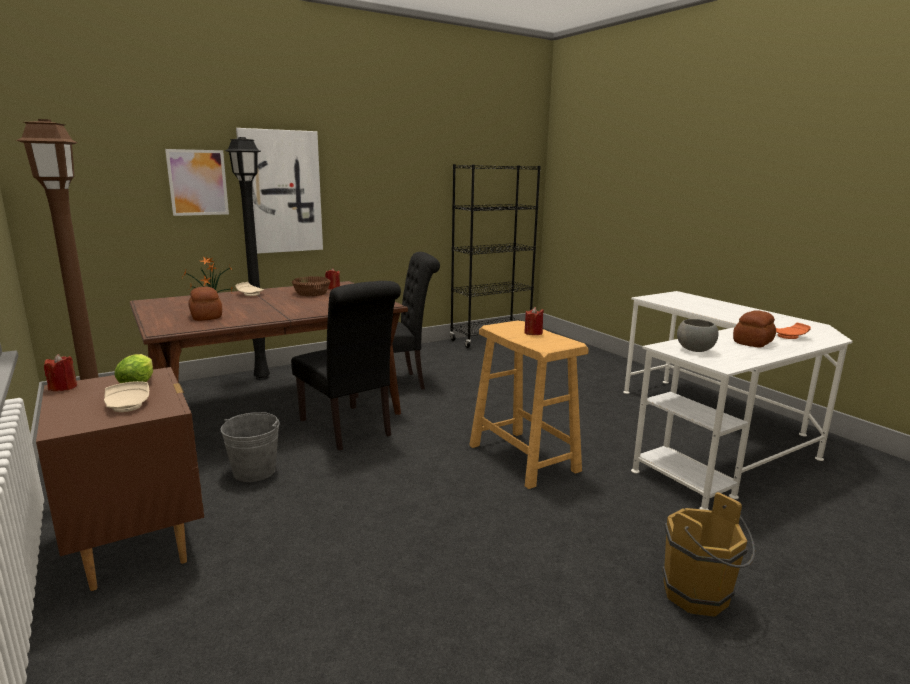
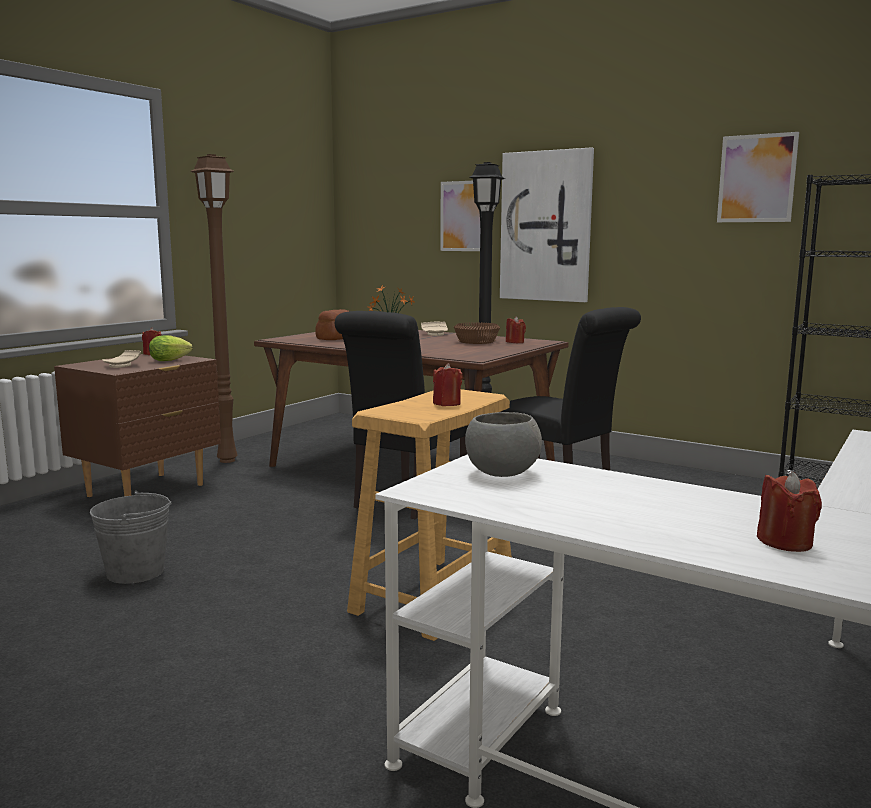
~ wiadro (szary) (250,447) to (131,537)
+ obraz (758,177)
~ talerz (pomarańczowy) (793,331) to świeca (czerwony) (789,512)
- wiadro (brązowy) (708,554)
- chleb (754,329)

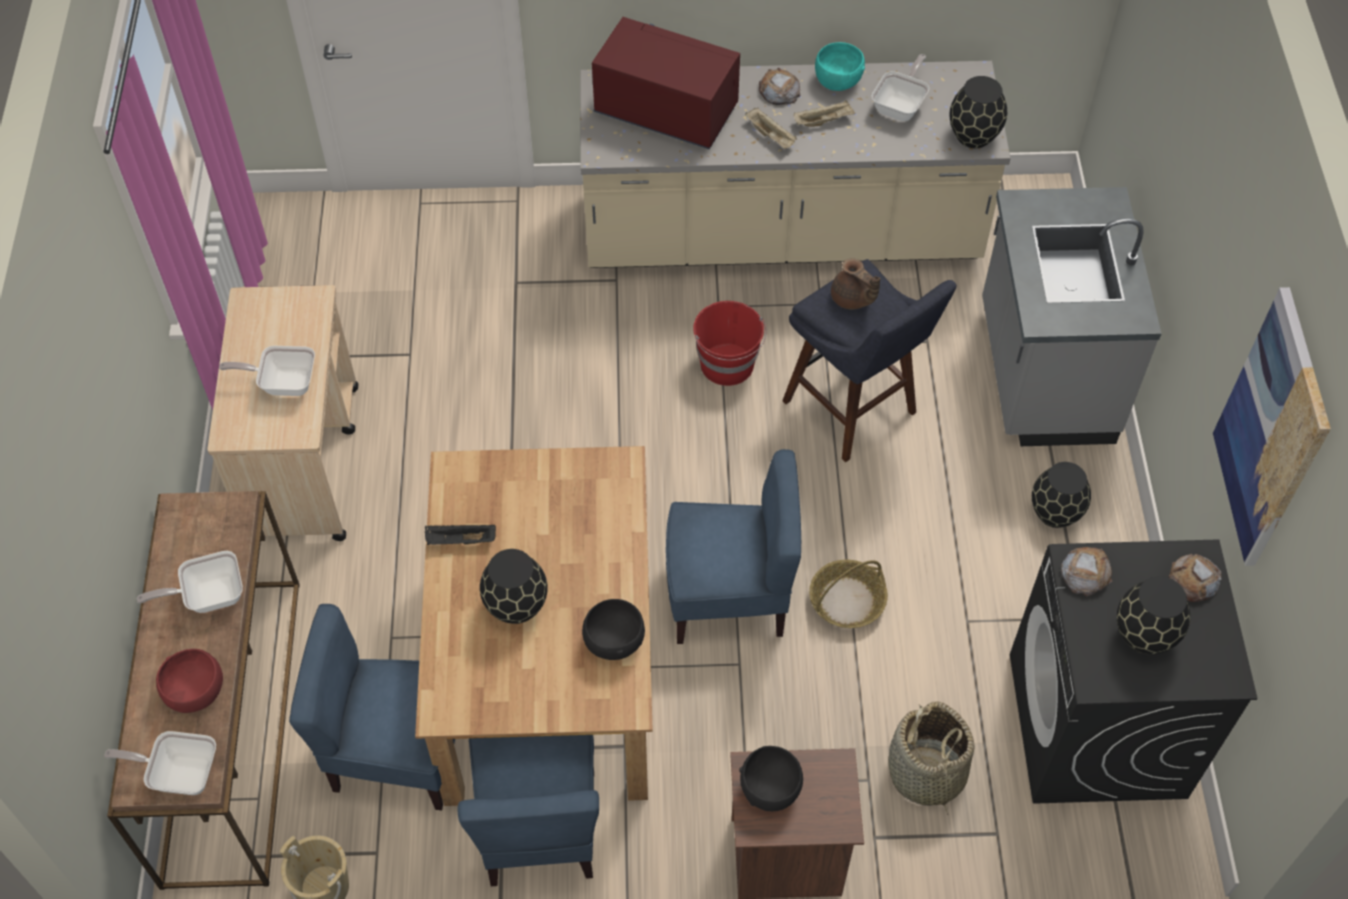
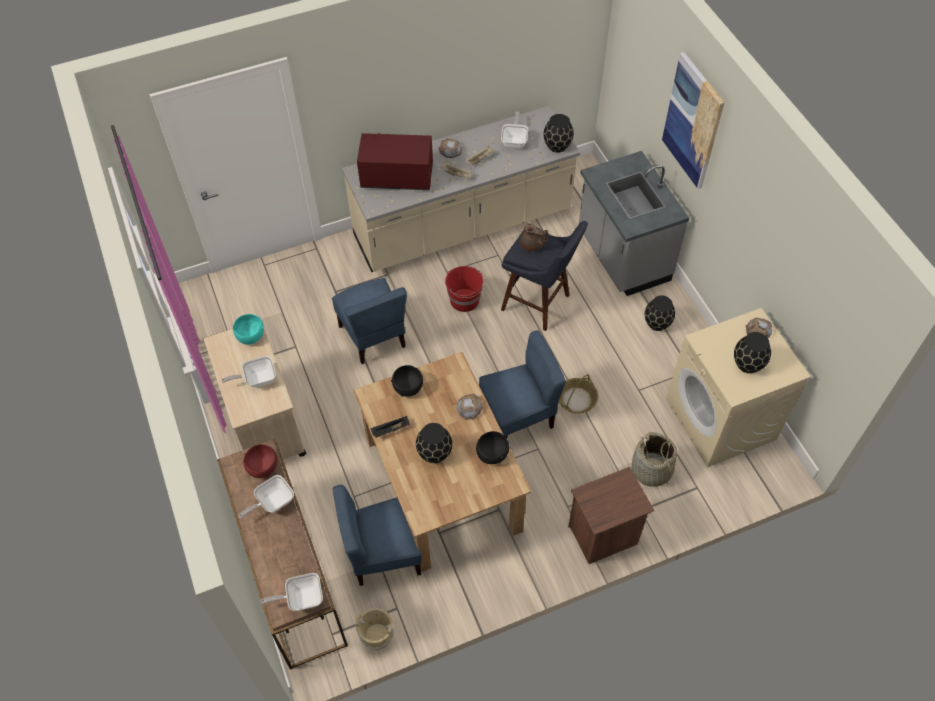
~ miska (turkusowy) (840,66) to (248,329)
~ miska (czerwony) (189,681) to (260,461)
~ krzesło (niebieski) (528,810) to (369,321)
~ miska (czarny) (771,778) to (407,381)
~ chleb (1086,571) to (470,406)
~ obraz (1272,426) to (693,120)
~ pralka (czarny) (1134,671) to pralka (beżowy) (738,387)

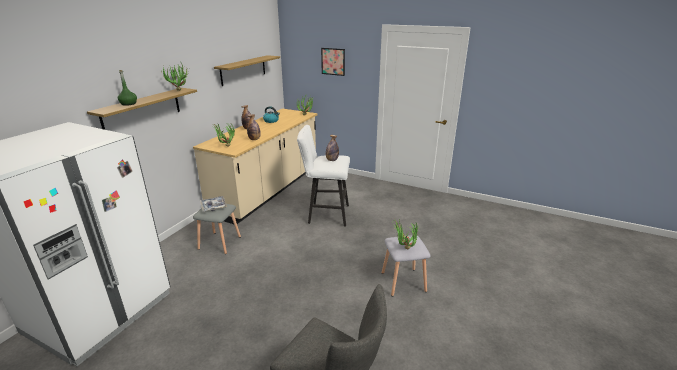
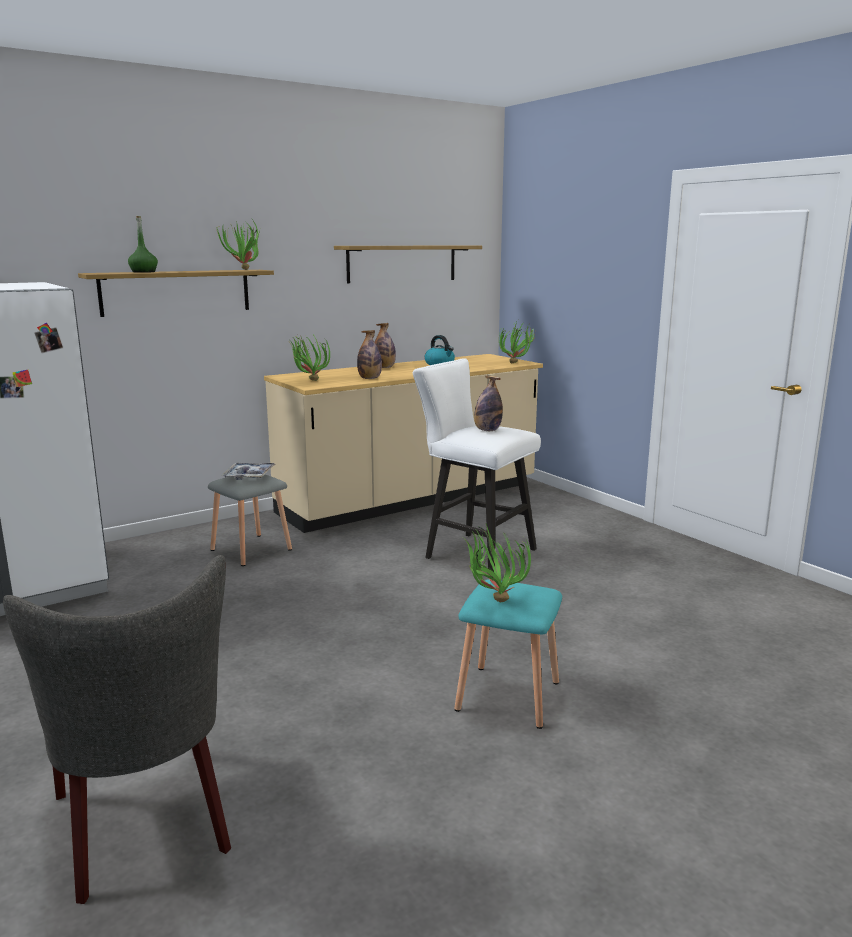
~ stołek (szary) (406,266) to stołek (turkusowy) (508,654)
- obraz (333,62)

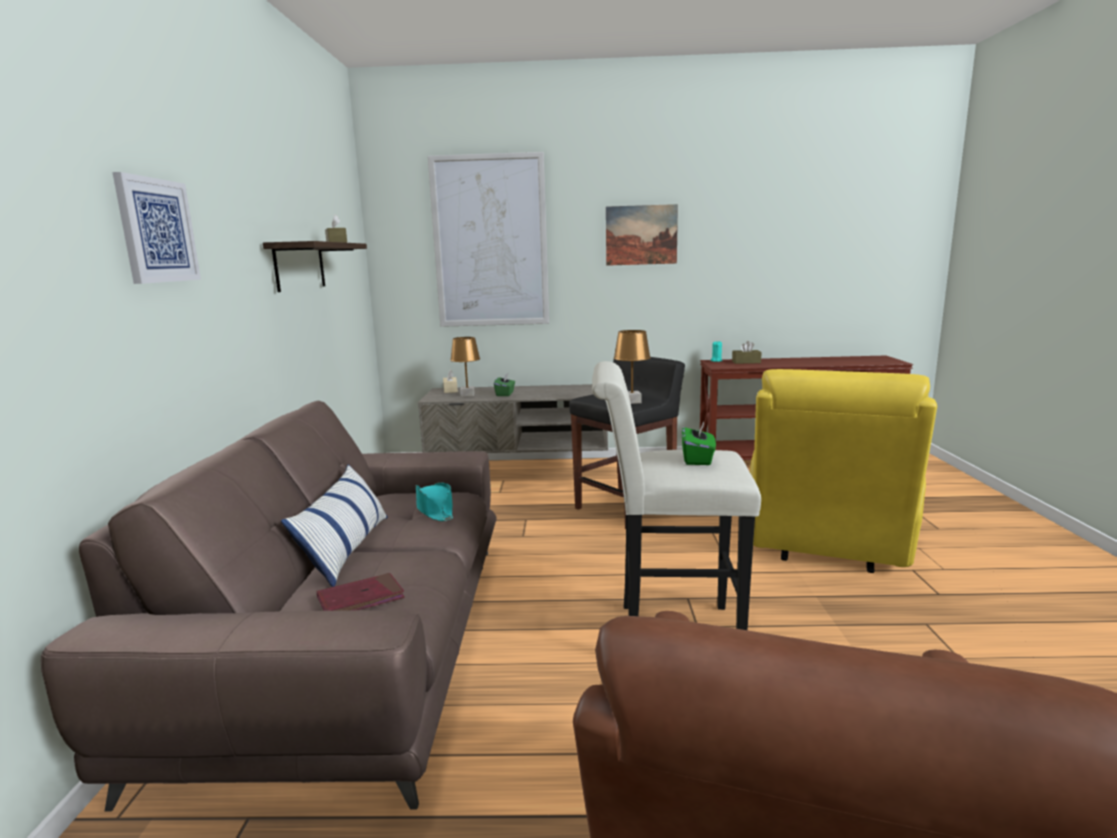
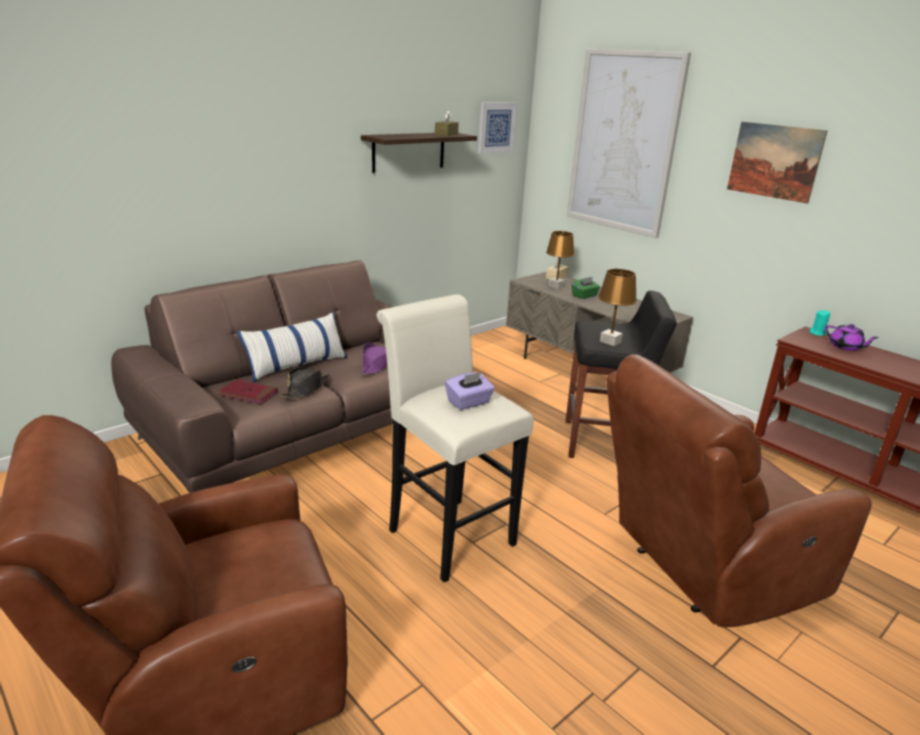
+ kapelusz (czarny) (304,383)
~ kapelusz (turkusowy) (434,501) to kapelusz (fioletowy) (373,359)
~ pudełko chusteczek (zielony) (699,443) to pudełko chusteczek (fioletowy) (470,391)
~ obraz (156,228) to (497,127)
~ fotel (żółty) (843,471) to fotel (brązowy) (739,490)
~ pudełko chusteczek (brązowy) (747,352) to imbryk (fioletowy) (852,337)

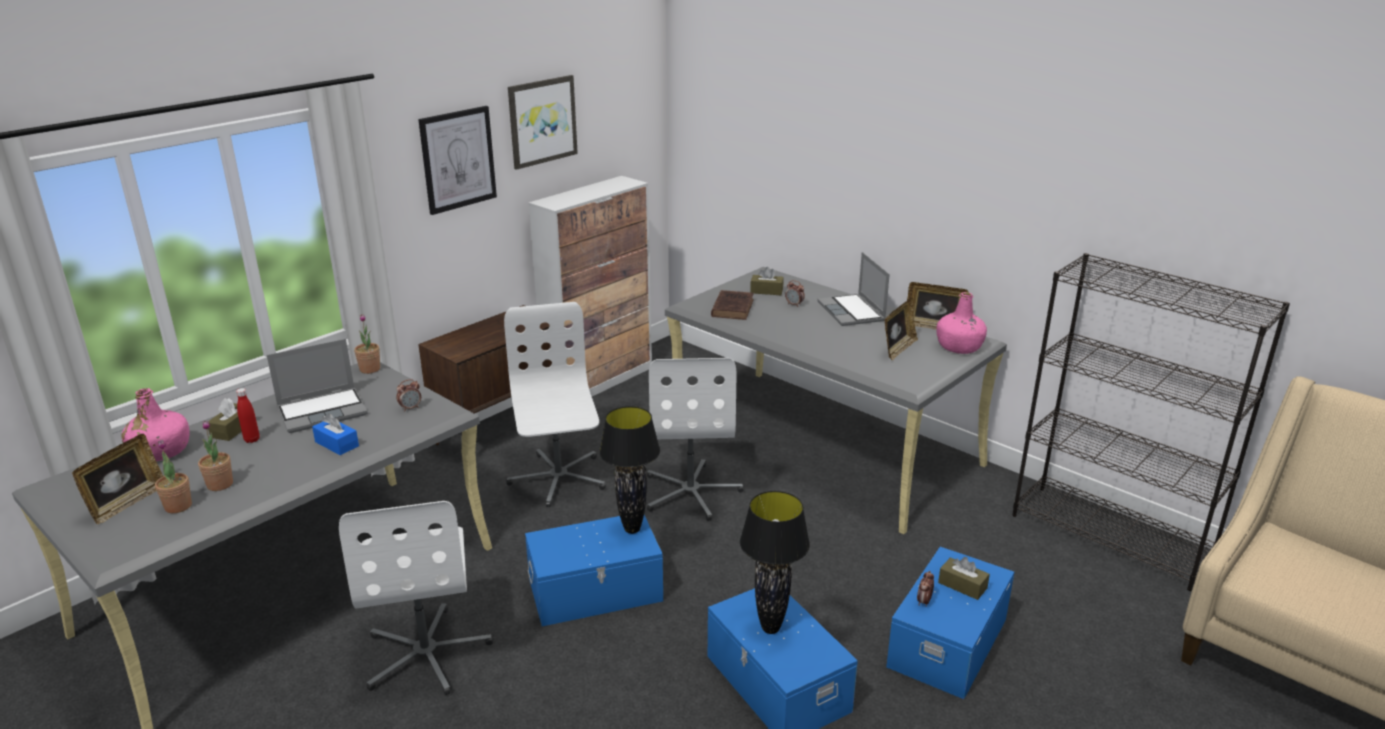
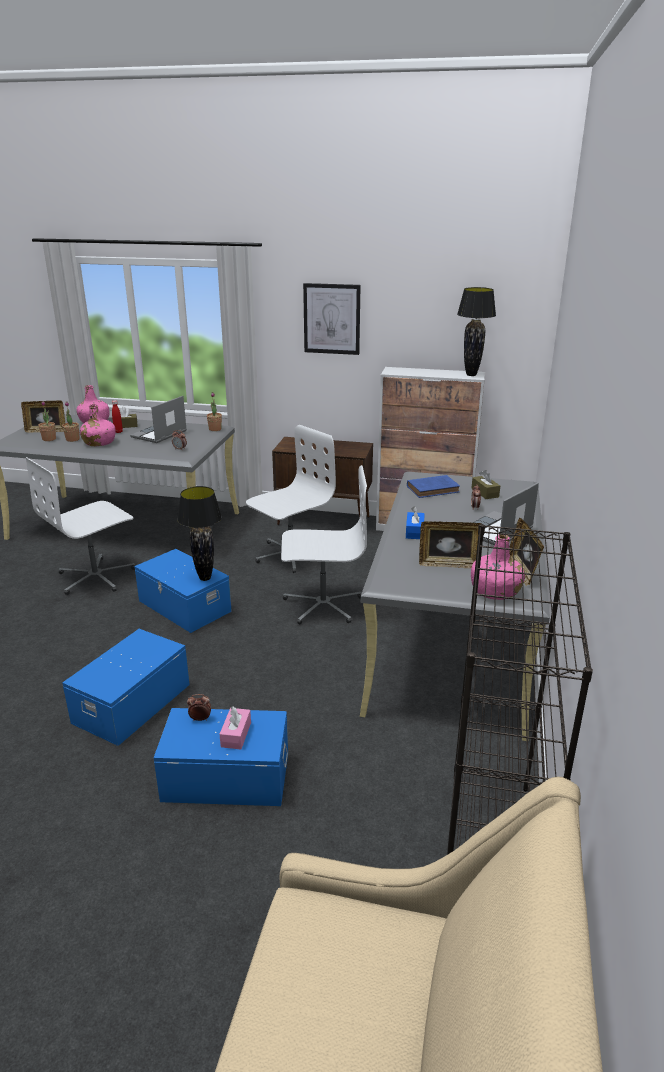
+ butelka (różowy) (98,425)
~ laptop (317,386) = (158,419) 90 degrees clockwise
~ pudełko chusteczek (brązowy) (964,578) to pudełko chusteczek (różowy) (235,728)
~ krzesło biurowe (biały) (695,439) = (324,544) 150 degrees counterclockwise
~ pudełko chusteczek (niebieski) (335,434) to (415,522)
~ książka (brązowy) (732,305) to książka (niebieski) (433,486)
~ lampa stołowa (czarny) (775,562) to (476,331)
- obraz (543,122)

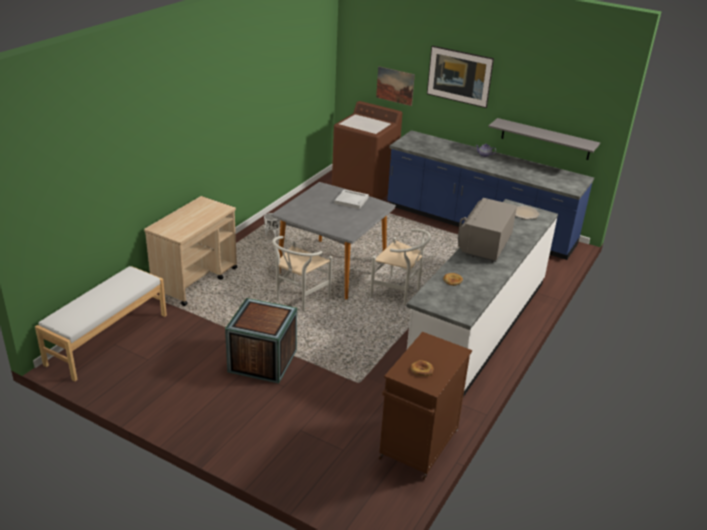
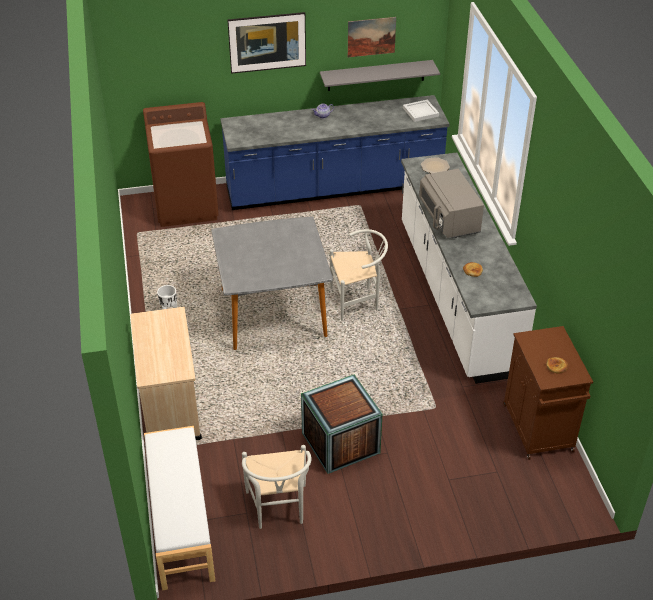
~ krzesło (biały) (302,273) to (277,487)
~ obraz (395,86) to (372,37)
~ taca (biały) (351,199) to (421,111)

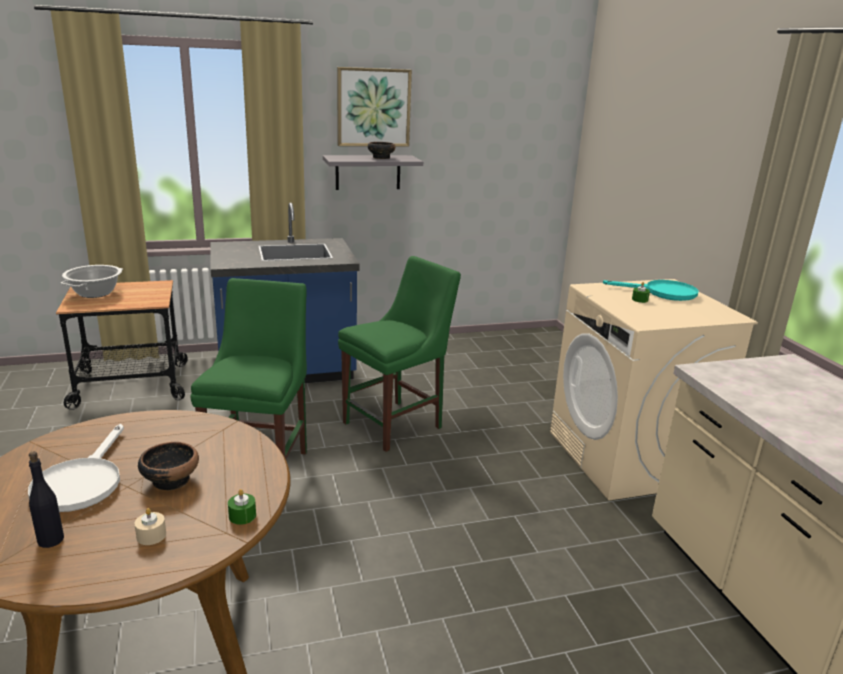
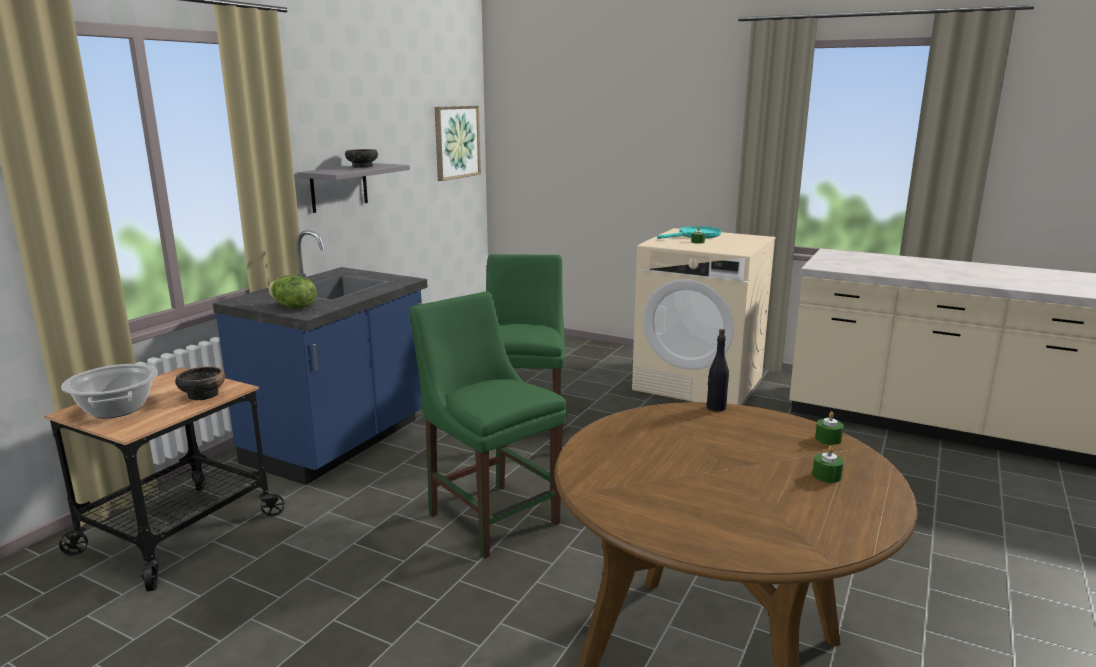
~ miska (168,466) to (200,384)
+ sałata (292,291)
~ obraz (374,107) to (458,143)
~ butelka (czarny) (46,499) to (718,370)
~ świeca (beżowy) (150,526) to świeca (zielony) (828,464)
- patelnia (biały) (76,468)

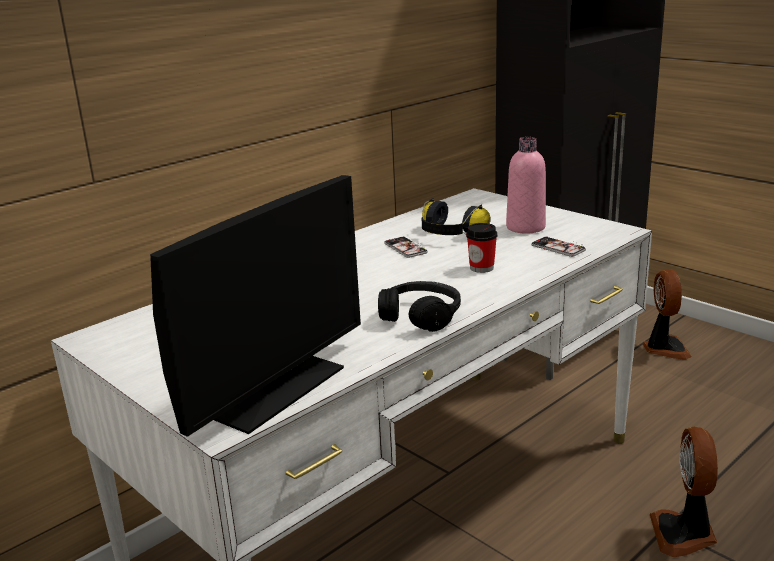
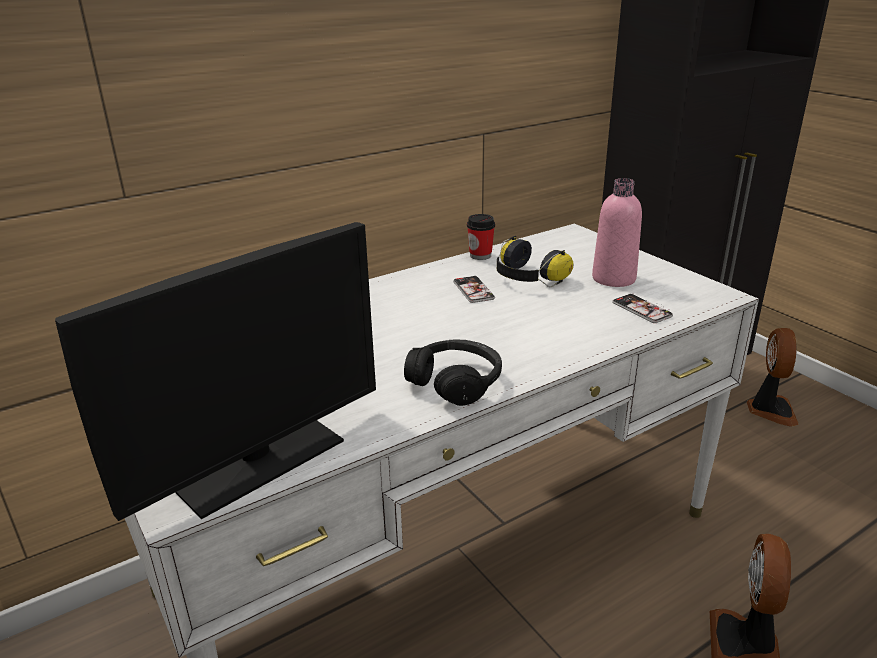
~ filiżanka (482,248) to (481,237)

